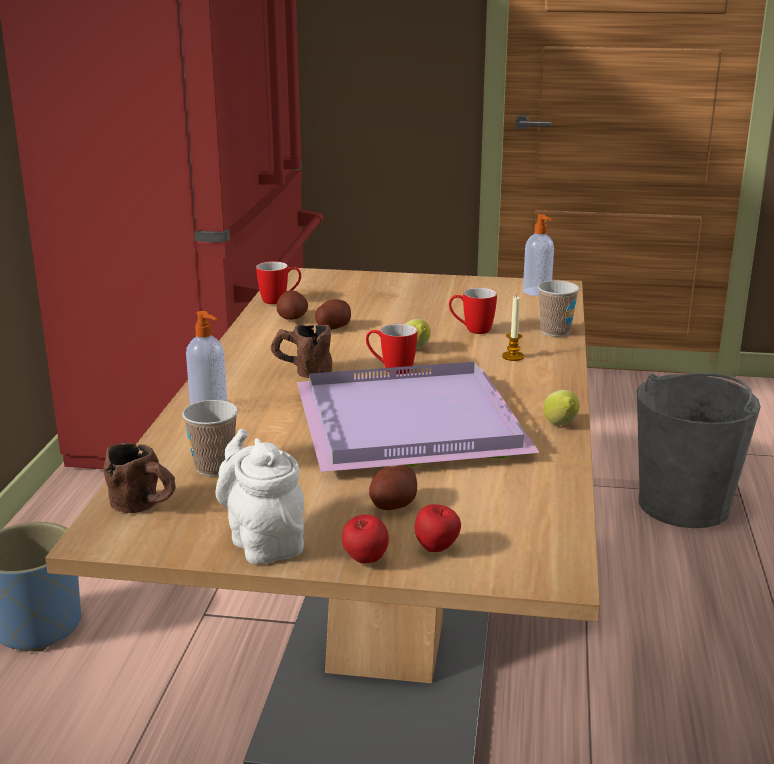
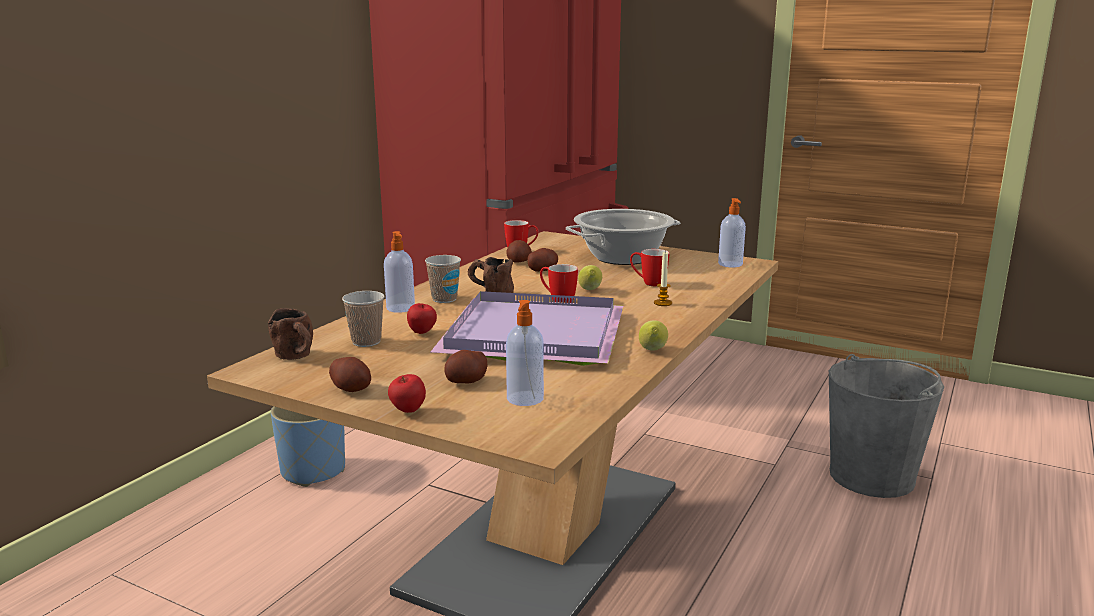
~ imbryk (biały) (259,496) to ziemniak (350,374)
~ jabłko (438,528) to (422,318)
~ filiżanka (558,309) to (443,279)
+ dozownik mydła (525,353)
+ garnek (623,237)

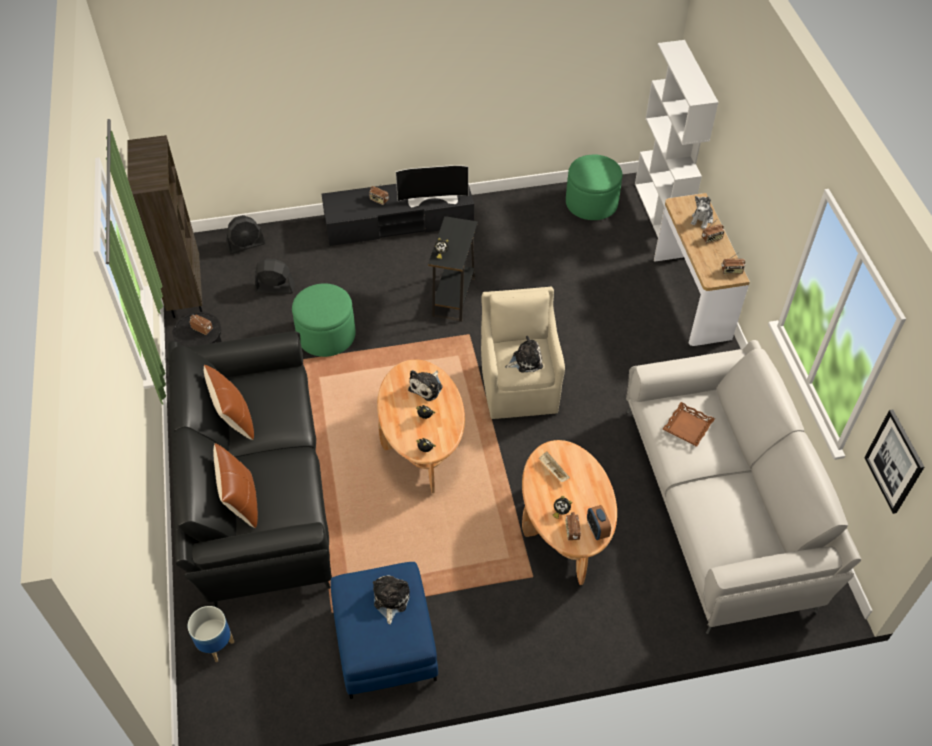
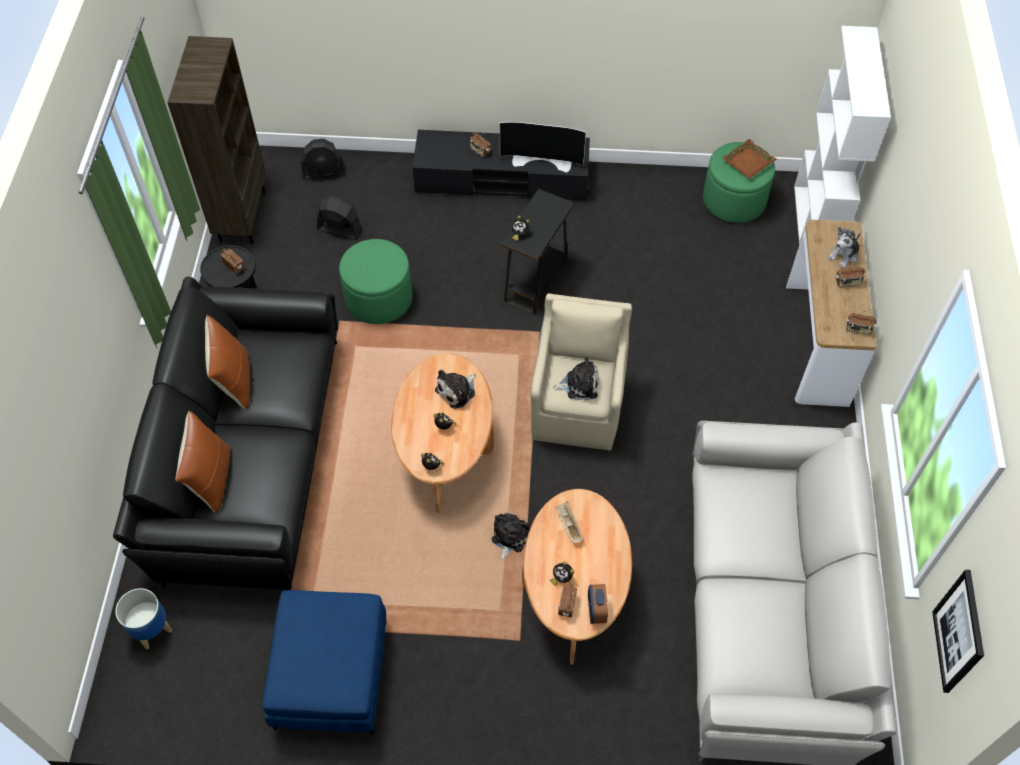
~ pluszak (391,599) to (511,536)
~ taca (brązowy) (689,424) to (749,159)

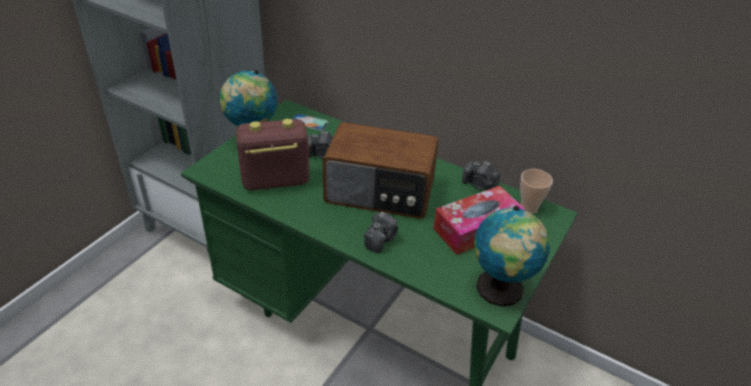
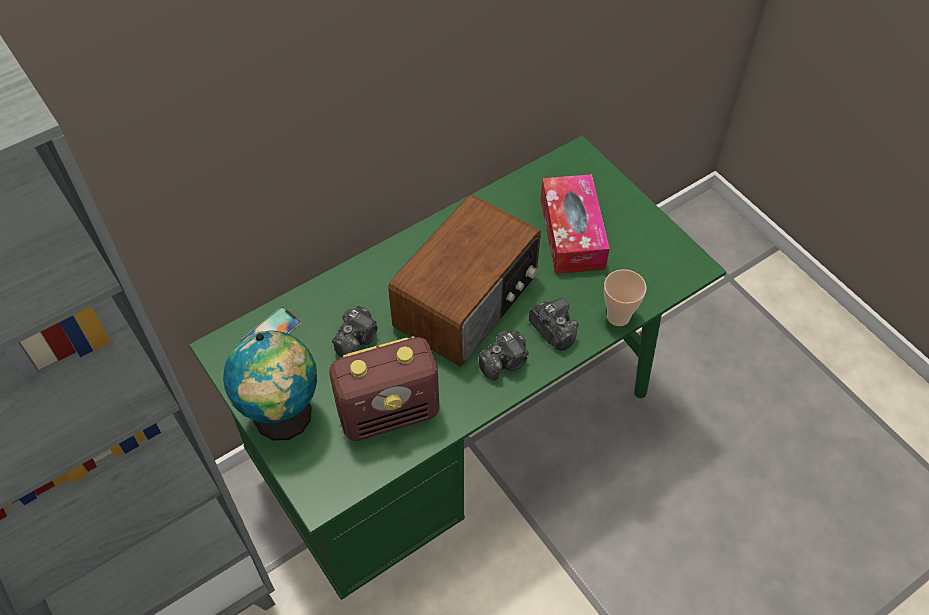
~ radio (273,154) = (385,388) 120 degrees counterclockwise
~ aparat fotograficzny (481,175) to (503,356)
~ filiżanka (536,191) to (625,297)
- globus (512,256)

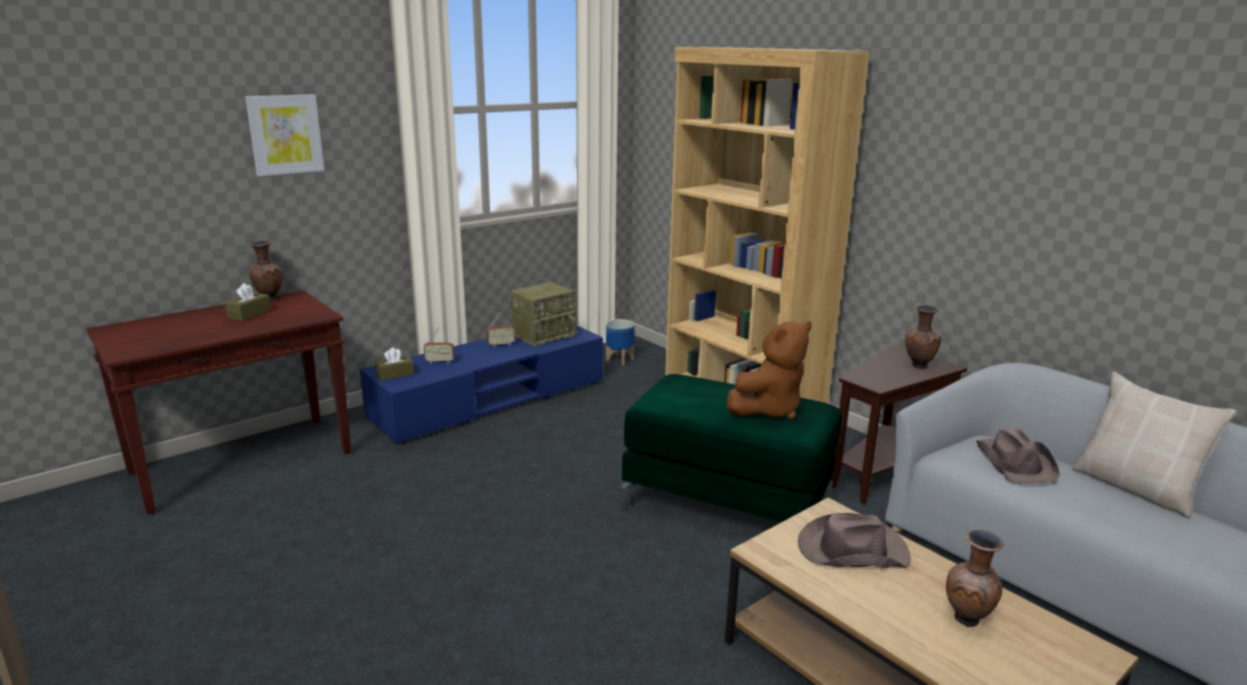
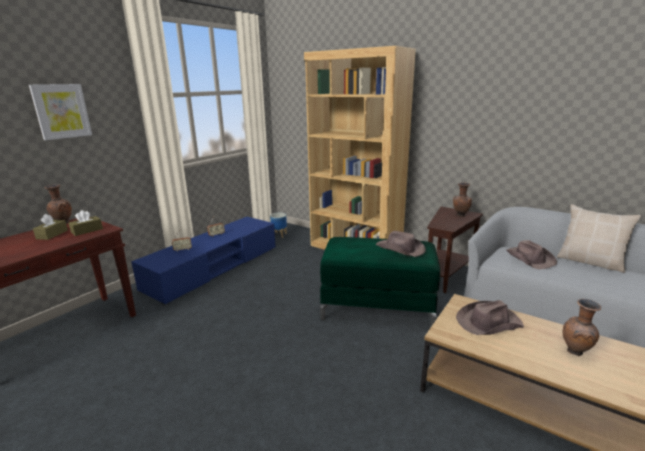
~ pudełko chusteczek (brązowy) (395,364) to (86,223)
~ pluszak (brązowy) (769,370) to kapelusz (brązowy) (401,244)
- radio (545,314)

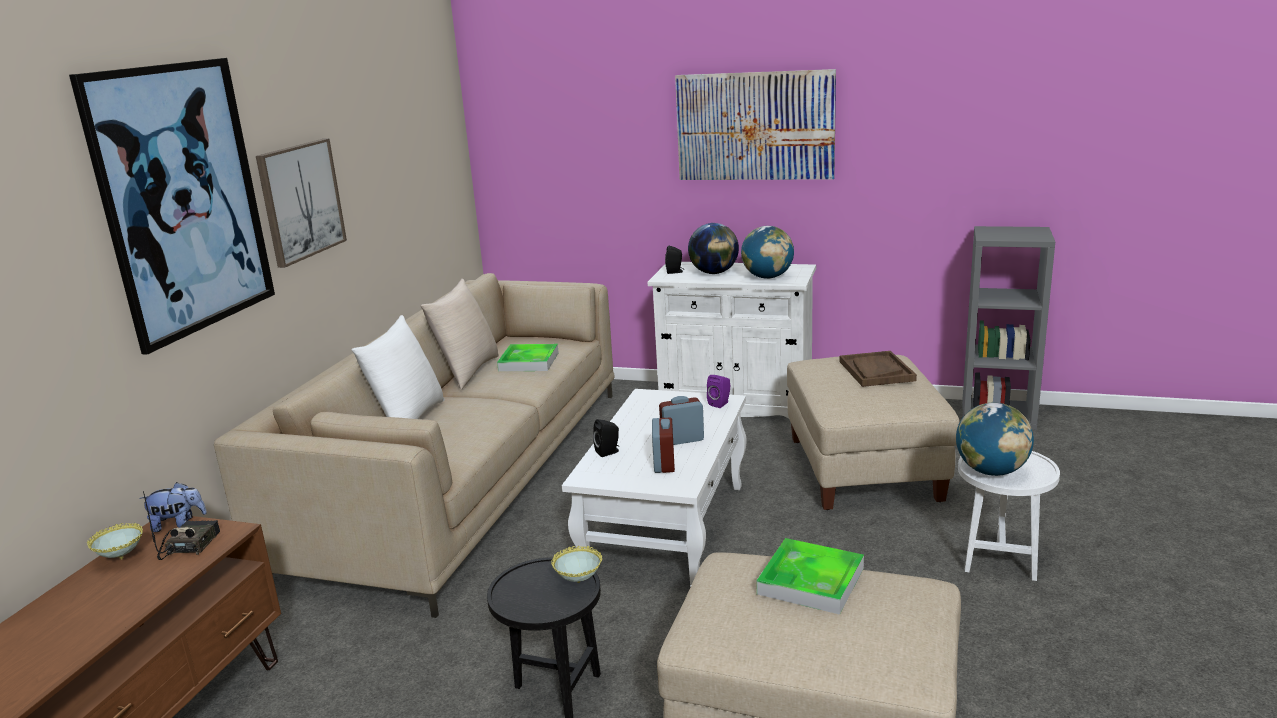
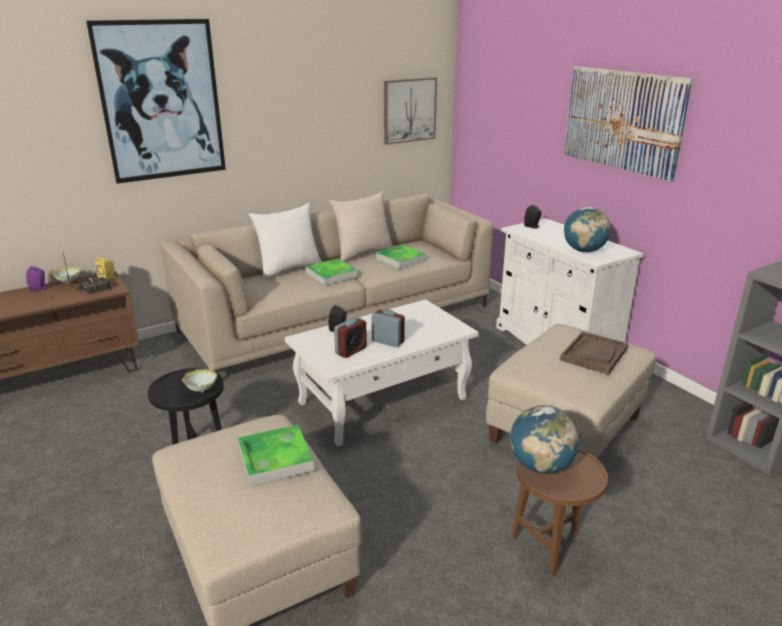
~ głośnik (fioletowy) (718,391) to (37,278)
~ pluszak (173,507) to głośnik (żółty) (105,269)
+ taca (331,272)
~ obraz (301,203) to (410,111)
~ stolik (biały) (1009,516) to stolik (brązowy) (559,512)
- globus (713,248)

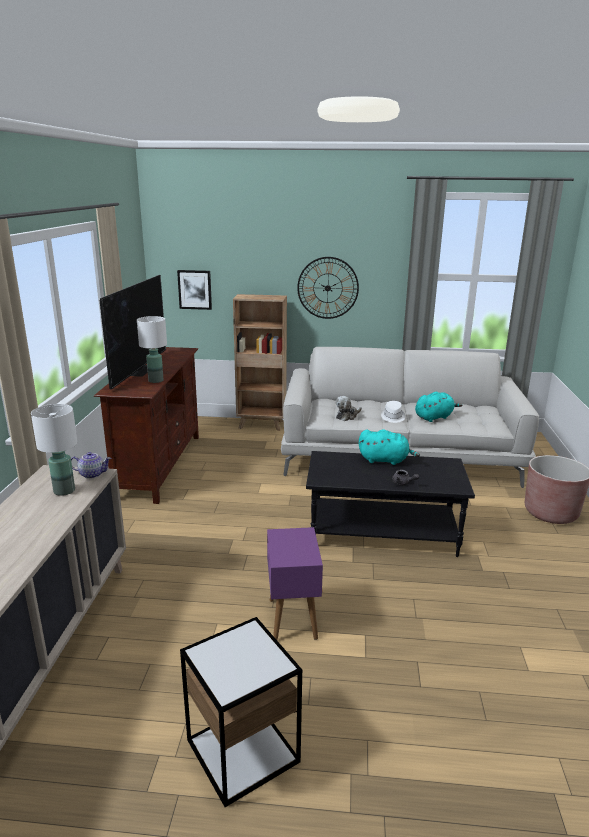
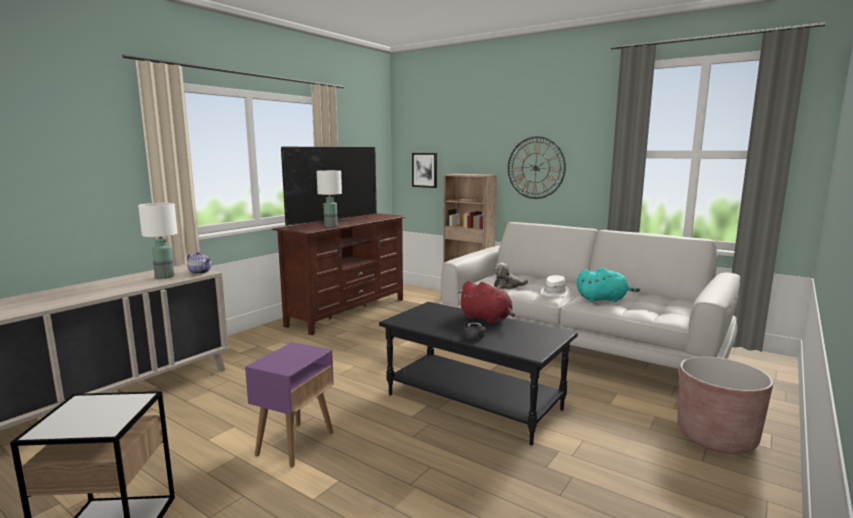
~ pluszak (turkusowy) (389,447) to pluszak (czerwony) (486,302)

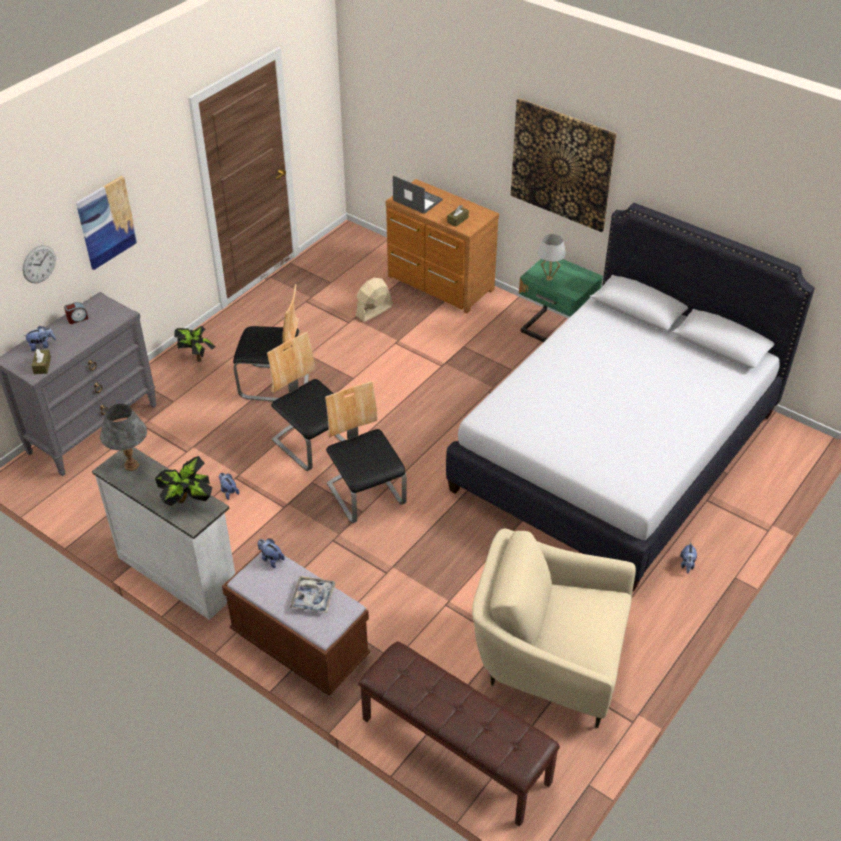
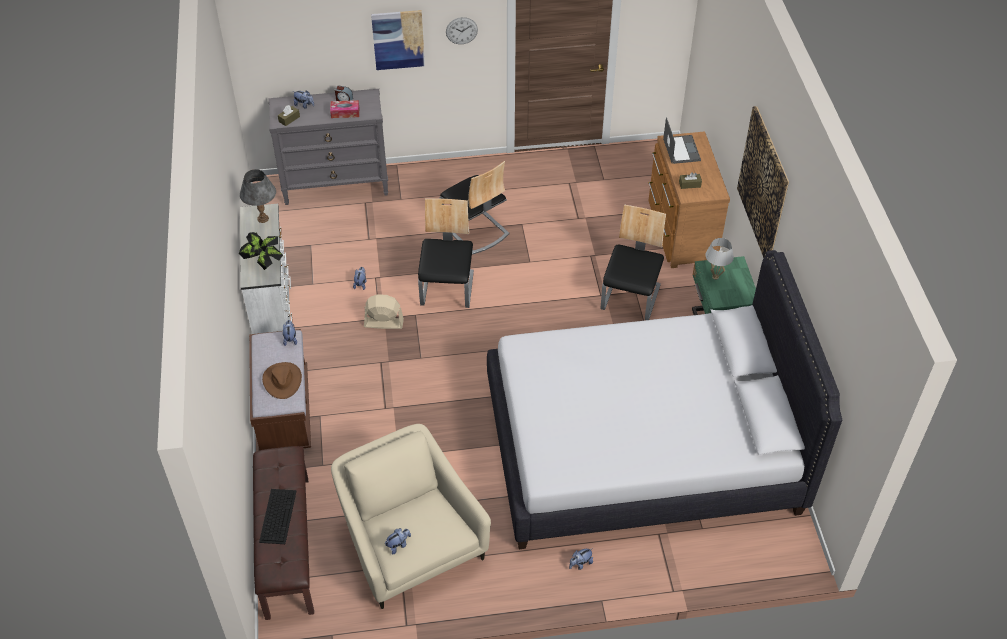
+ klawiatura (278,516)
~ taca (312,594) to kapelusz (brązowy) (282,380)
+ pudełko chusteczek (344,109)
~ wentylator (beżowy) (374,300) to (384,311)
+ pluszak (398,541)
~ zegar ścienny (39,264) to (462,30)
~ krzesło (366,452) to (633,262)
- roślina doniczkowa (195,344)

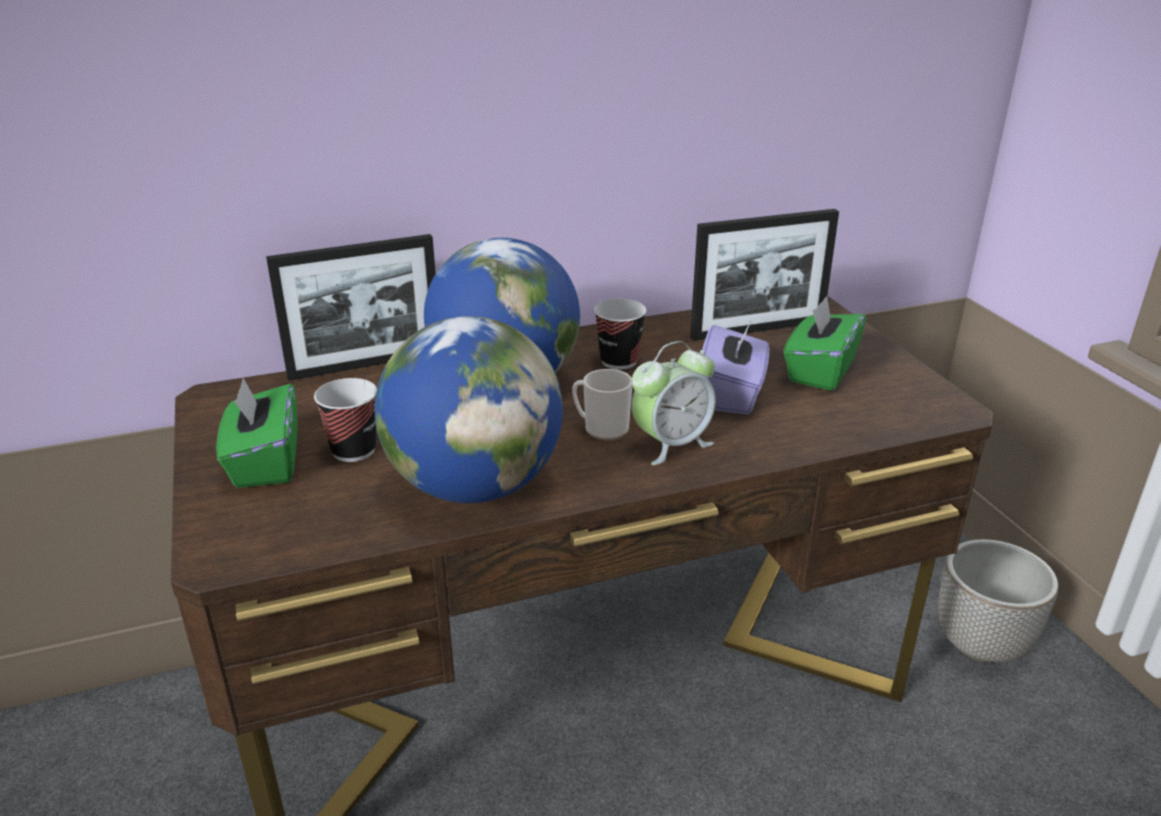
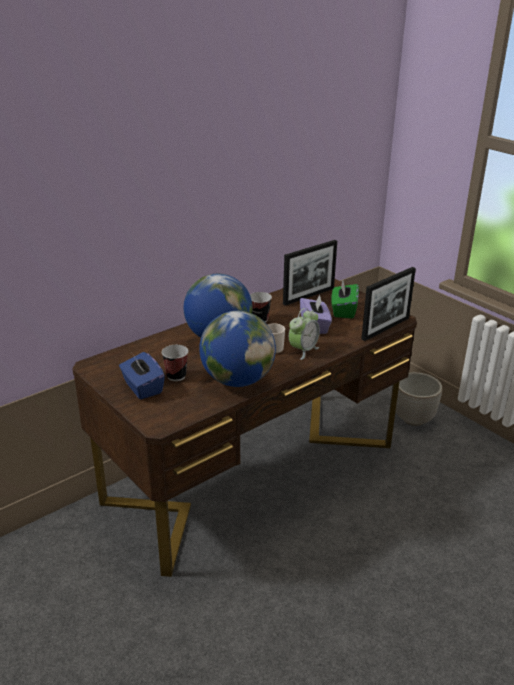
~ pudełko chusteczek (zielony) (257,433) to pudełko chusteczek (niebieski) (142,375)
~ ramka na zdjęcie (351,307) to (388,304)

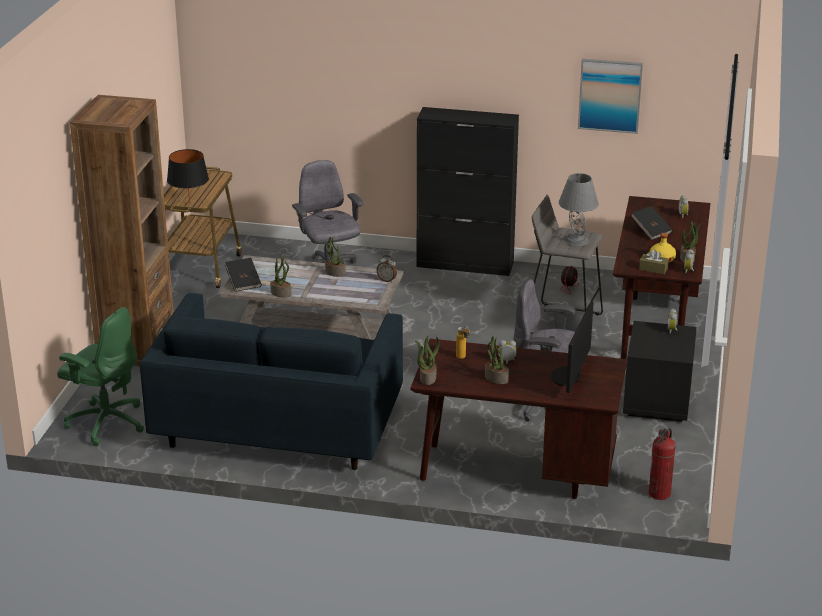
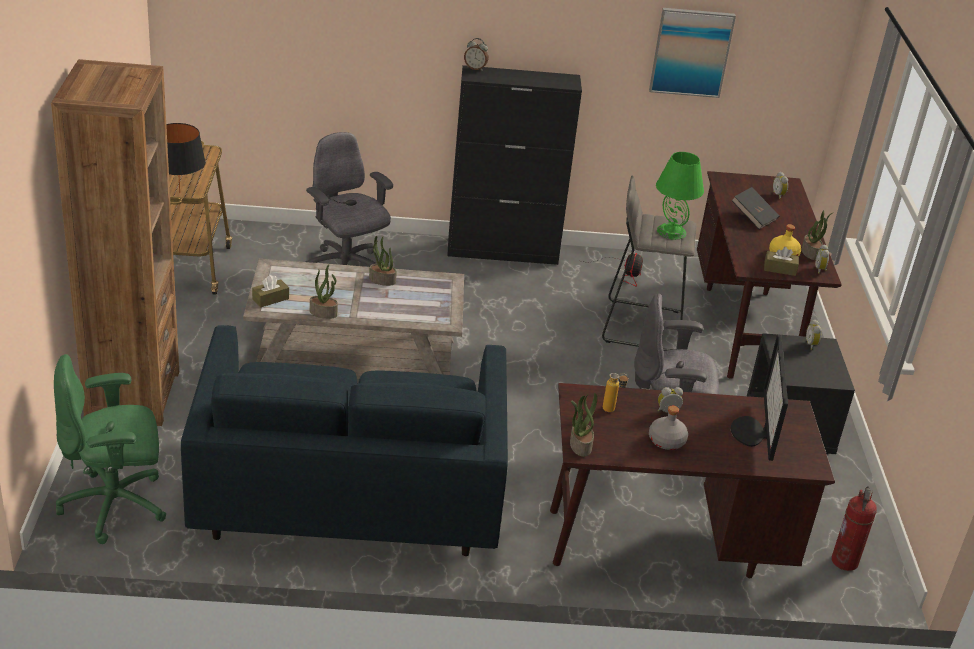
~ krzesło biurowe (zielony) (100,376) = (110,449) 150 degrees clockwise
~ książka (czarny) (243,275) to pudełko chusteczek (brązowy) (270,291)
~ budzik (387,268) to (476,54)
~ roślina doniczkowa (497,360) to butelka (szary) (668,428)
~ lampa stołowa (szary) (579,209) to lampa stołowa (zielony) (680,196)

